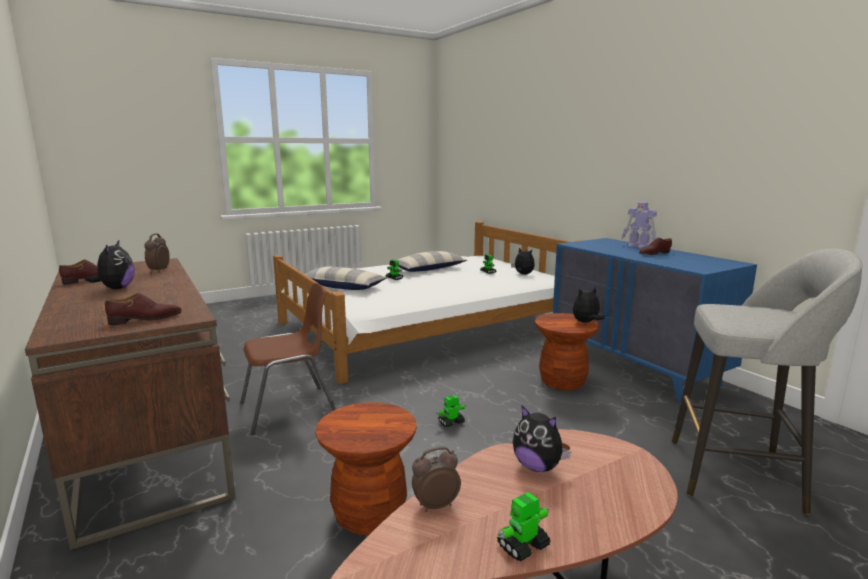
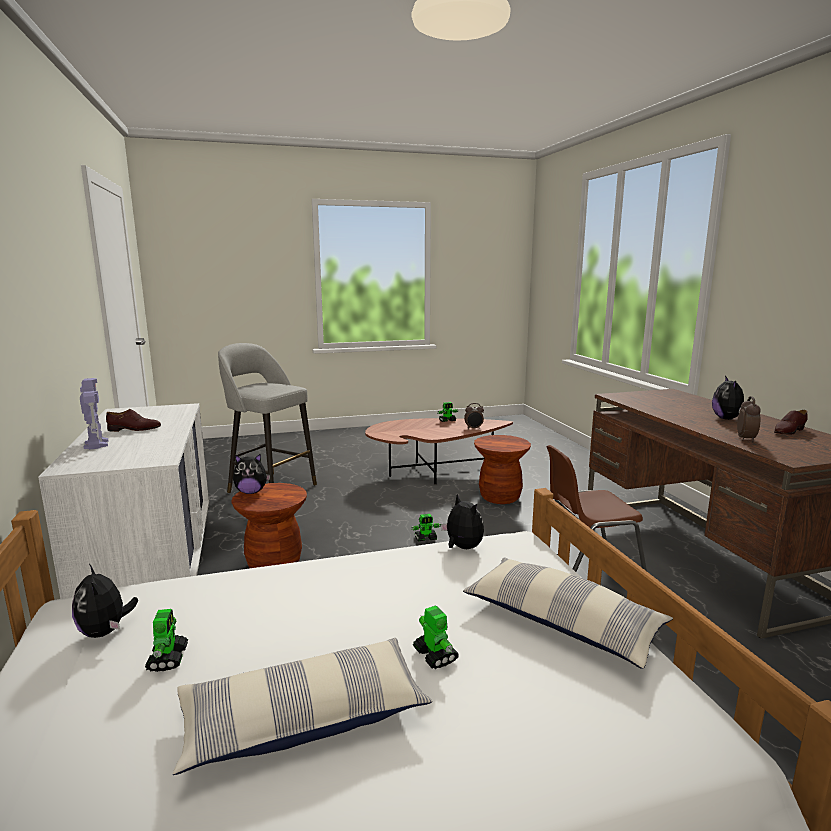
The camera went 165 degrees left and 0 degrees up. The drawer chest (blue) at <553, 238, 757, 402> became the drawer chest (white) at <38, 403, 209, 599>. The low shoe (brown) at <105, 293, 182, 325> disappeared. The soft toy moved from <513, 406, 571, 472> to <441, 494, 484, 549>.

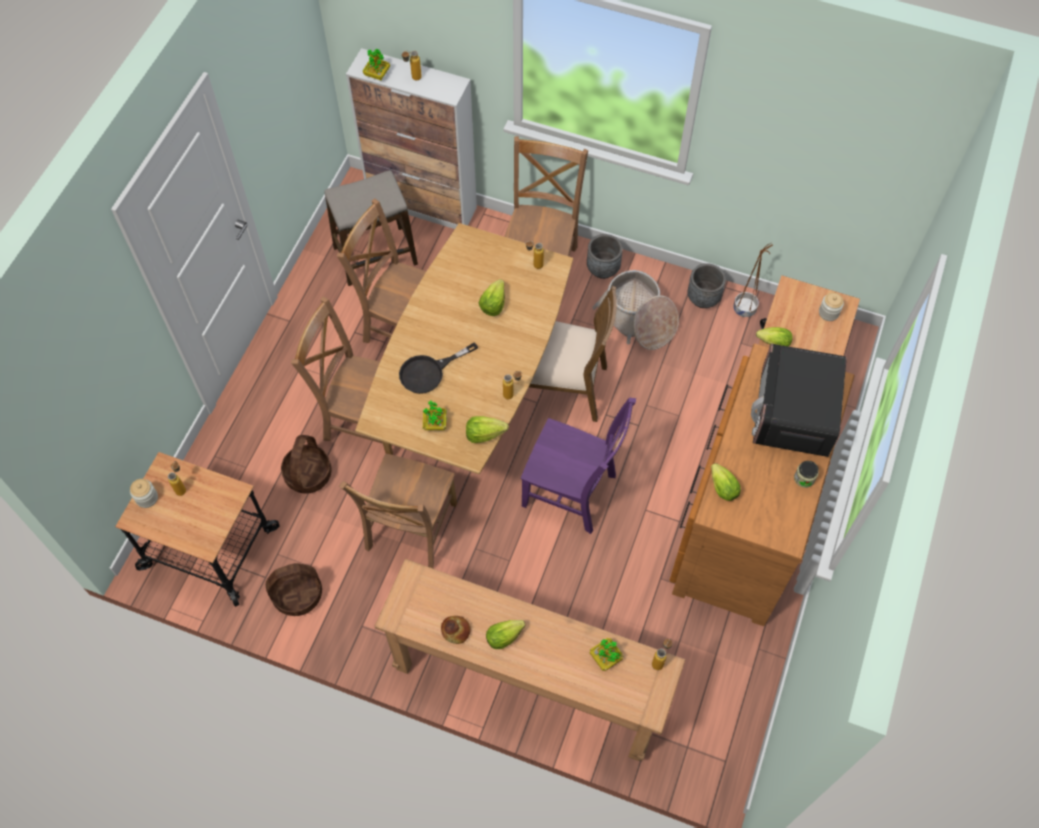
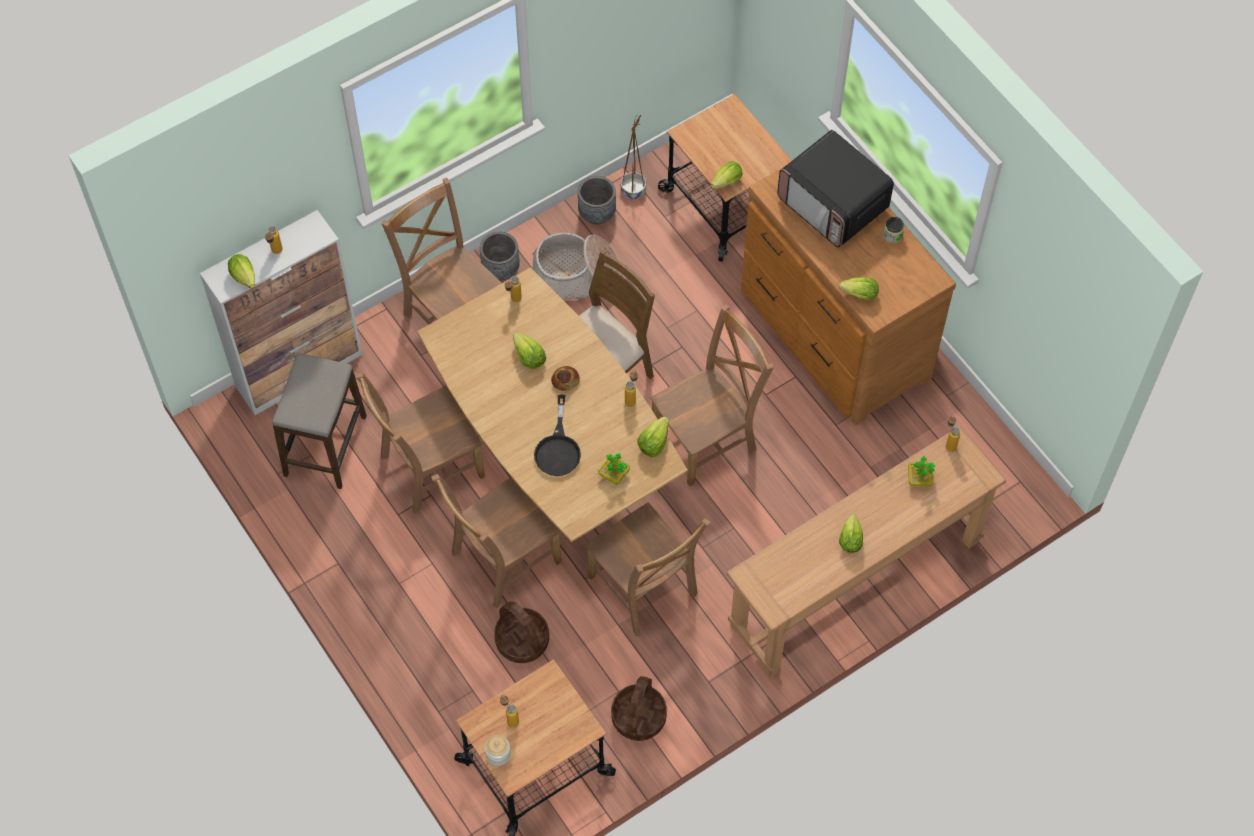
The camera went 55 degrees left and 0 degrees up. The houseplant at <363, 49, 390, 80> was replaced by the head of lettuce at <228, 254, 255, 288>. The storage jar at <819, 293, 844, 321> disappeared. The upright chair (purplish) at <521, 398, 636, 534> became the upright chair (brown) at <650, 304, 774, 487>. The bakery bread moved from <441, 616, 470, 644> to <551, 366, 580, 391>.

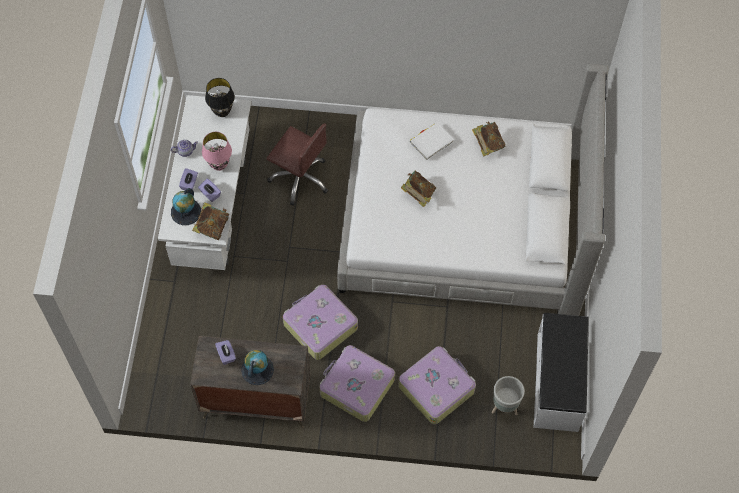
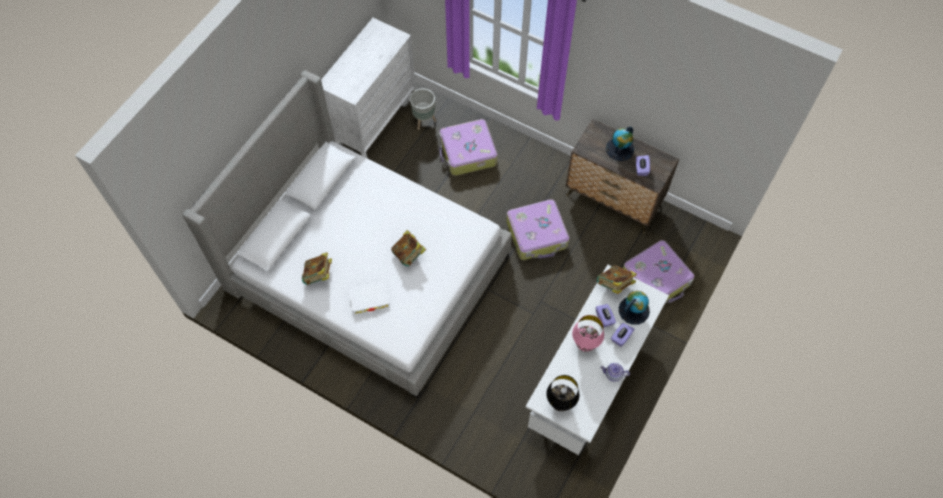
The camera went 155 degrees left and 0 degrees up. The desk chair (brown) at <266, 123, 328, 206> disappeared. The bench (white) at <533, 313, 589, 432> was replaced by the drawer chest (white) at <321, 18, 415, 158>. The suitcase moved from <320, 345, 395, 422> to <623, 240, 694, 303>.

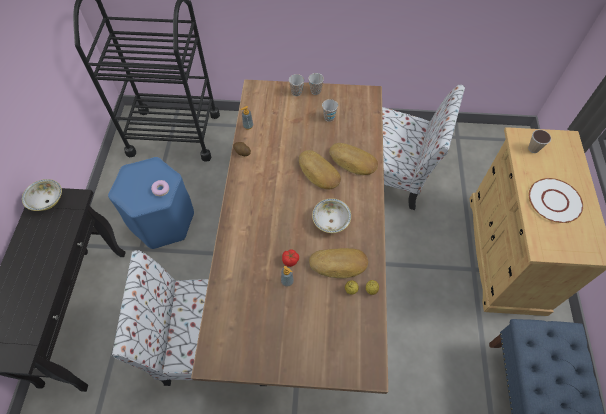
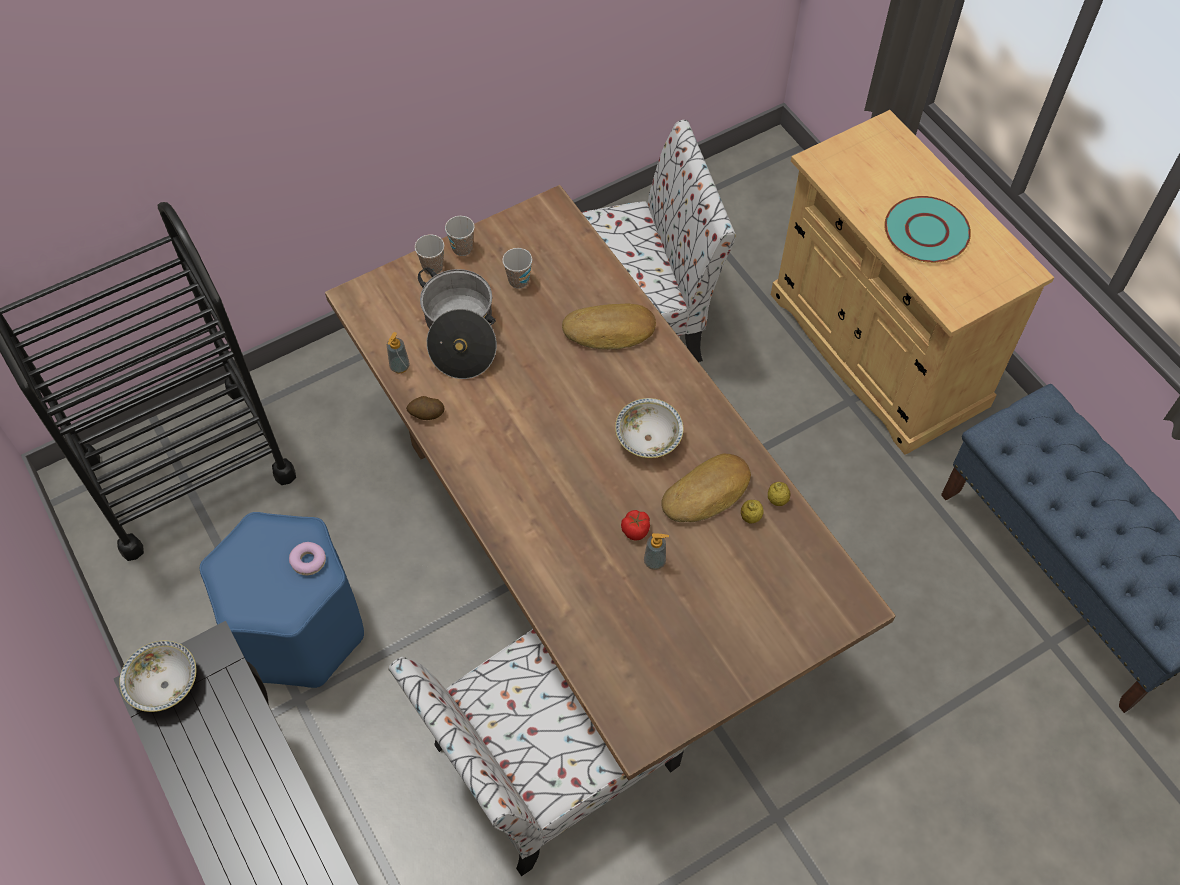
The camera went 35 degrees left and 0 degrees up. The small cup at <528, 130, 551, 153> disappeared. The bakery bread at <299, 150, 341, 190> disappeared. The flat dish (white) at <529, 178, 583, 223> became the flat dish (turquoise-coloured) at <884, 196, 971, 263>. The cooking pot at <418, 267, 497, 379> appeared.

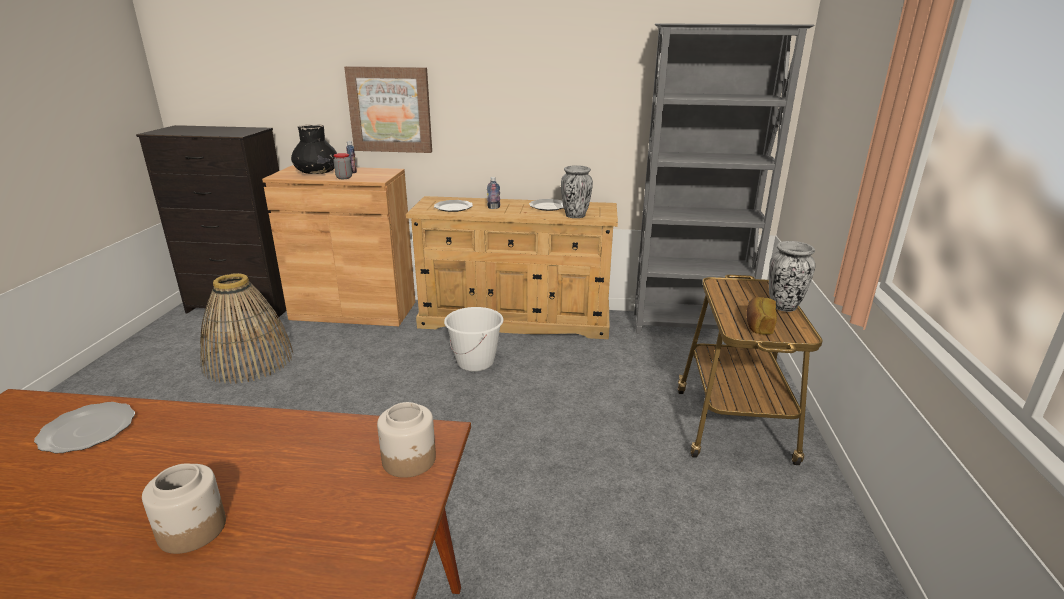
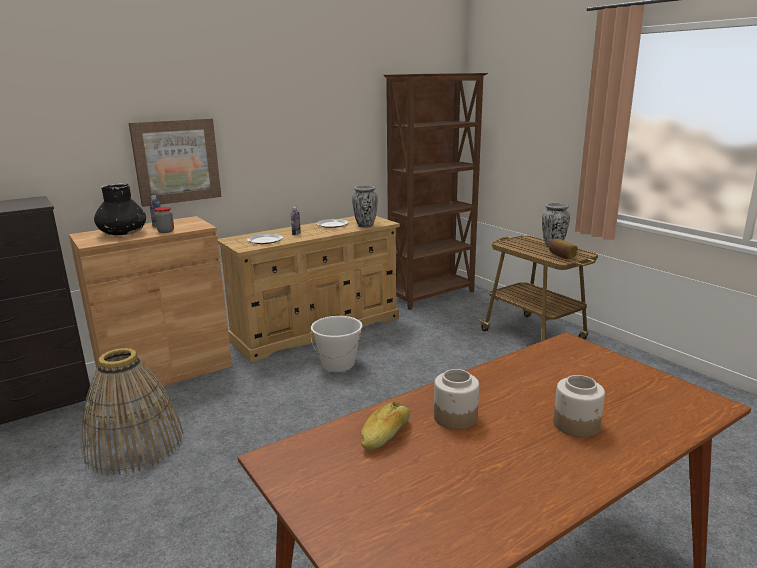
The camera went 40 degrees left and 5 degrees down. The shelving unit (greyish) at <634, 23, 814, 334> became the shelving unit (brown) at <384, 73, 488, 310>. The flat dish at <34, 402, 135, 453> was replaced by the bakery bread at <361, 402, 410, 450>. The storage jar moved from <377, 402, 436, 478> to <434, 369, 479, 430>.

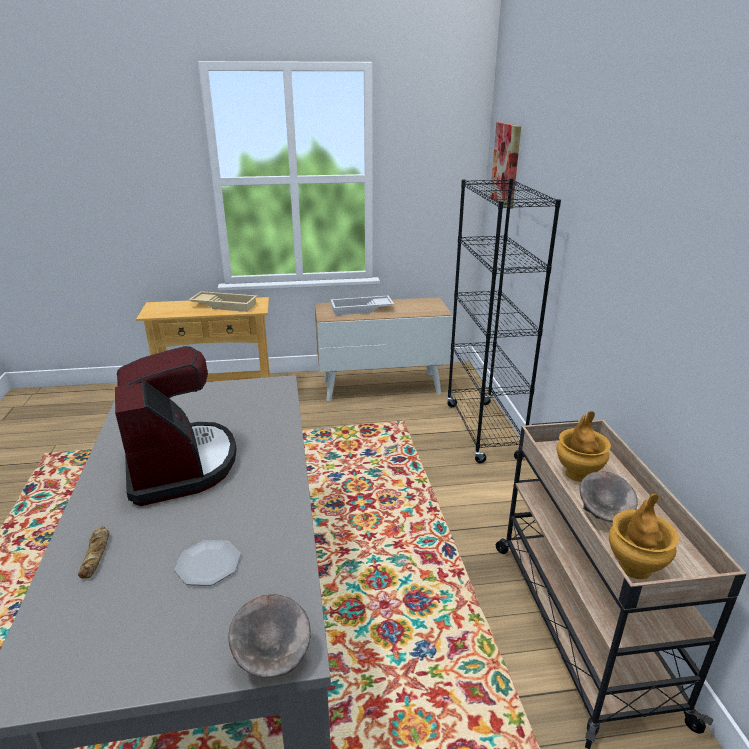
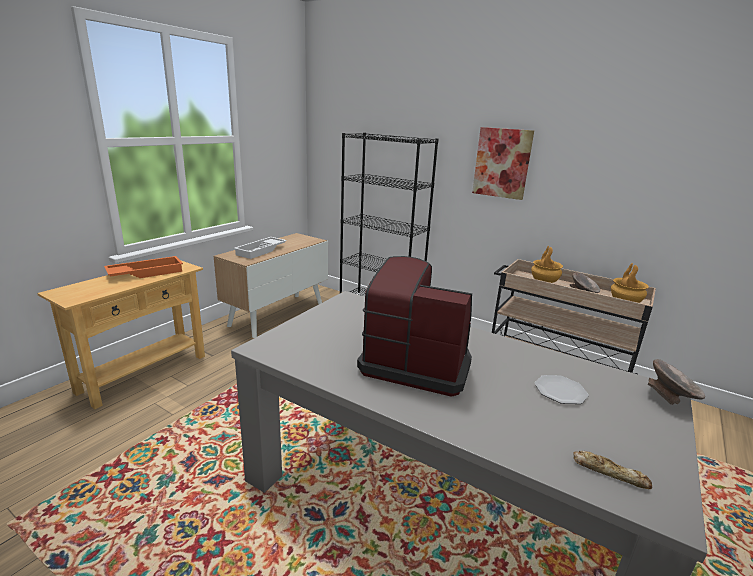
The camera went 50 degrees left and 5 degrees down. The wall art moved from <490, 122, 521, 209> to <472, 127, 534, 200>. The carrying tray (sand-coloured) at <189, 291, 257, 312> became the carrying tray (orange) at <104, 256, 183, 278>. The bakery bread moved from <78, 526, 109, 578> to <573, 451, 652, 489>.

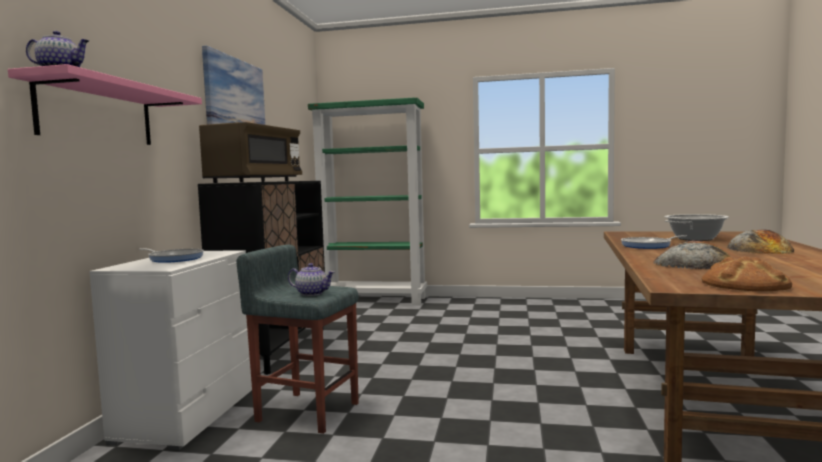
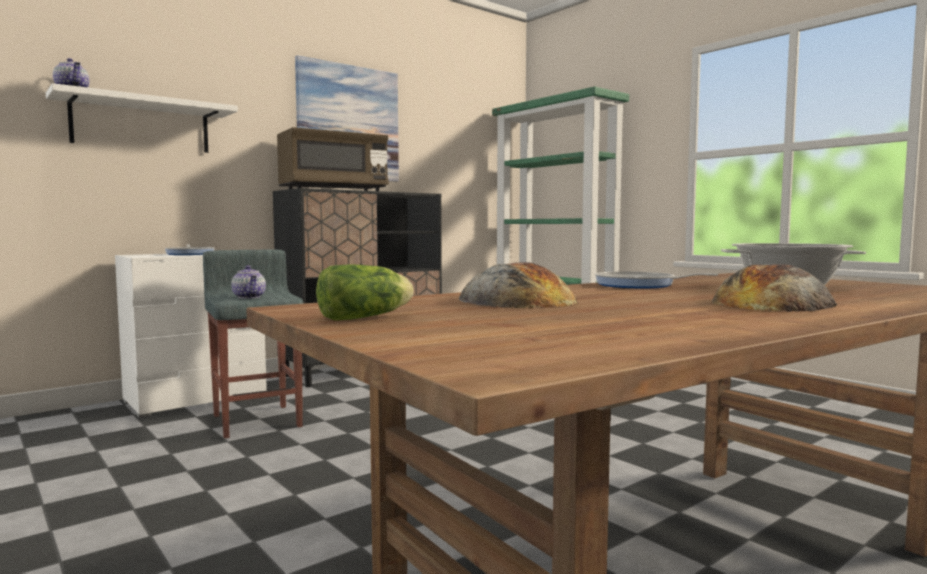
The camera went 40 degrees right and 0 degrees up. The wall shelf (pink) at <8, 64, 202, 145> became the wall shelf (white) at <46, 83, 238, 153>. The bakery bread at <702, 256, 792, 291> was replaced by the head of lettuce at <316, 264, 413, 321>.

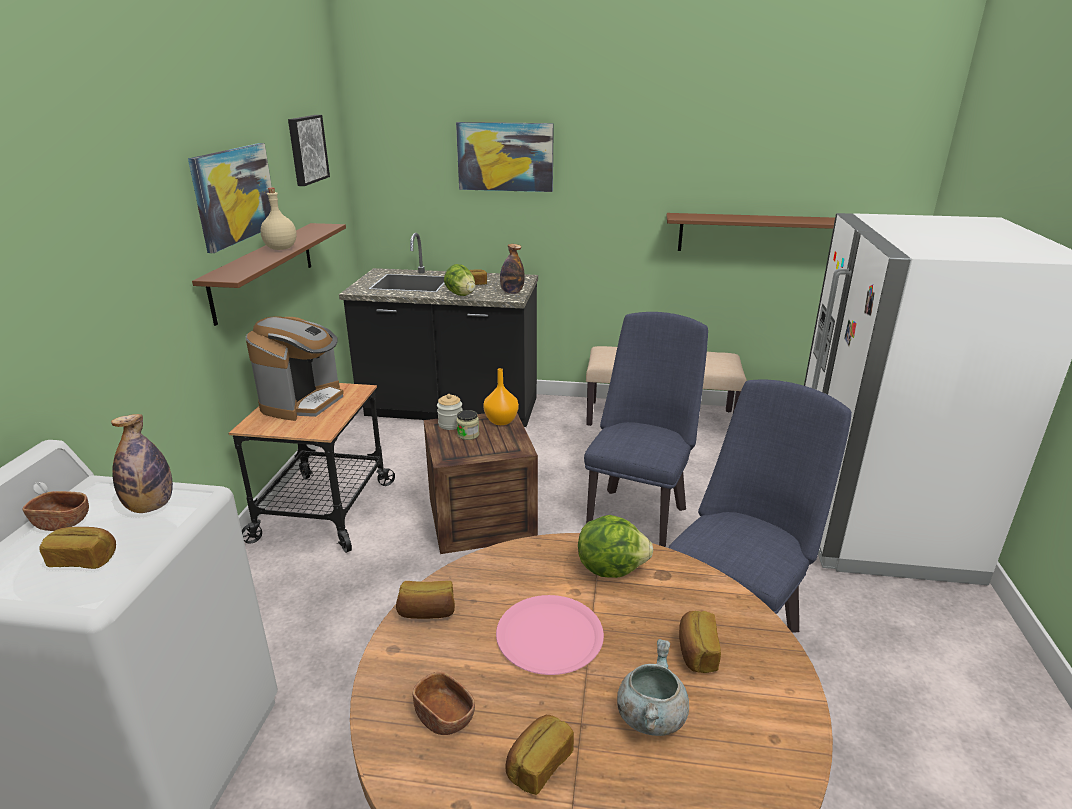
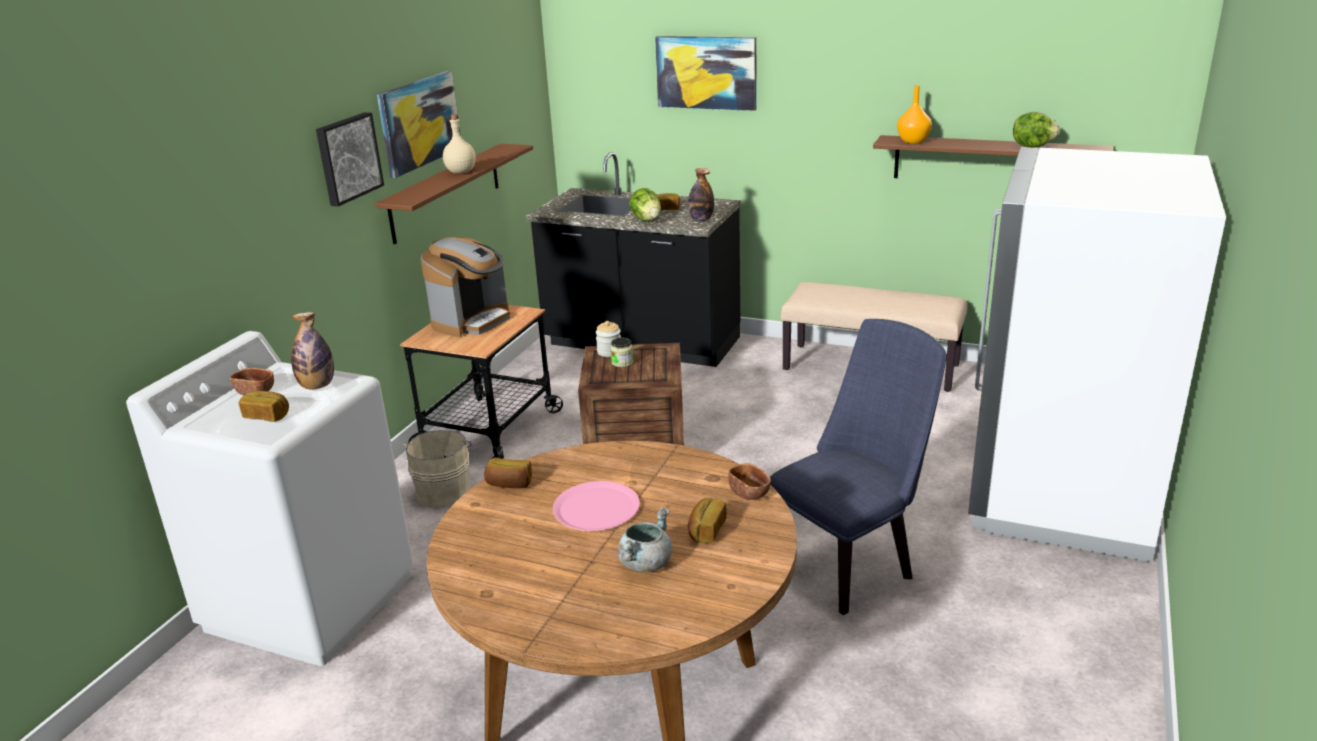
The camera went 15 degrees right and 0 degrees up. The wall art moved from <288, 115, 330, 186> to <316, 112, 384, 207>. The upright chair (blue) at <584, 312, 708, 547> disappeared. The vase (orange) moved from <483, 368, 519, 425> to <897, 85, 932, 144>. The head of lettuce moved from <578, 515, 653, 578> to <1013, 112, 1060, 147>. The bowl (brown) moved from <413, 672, 475, 735> to <728, 463, 771, 500>. The bakery bread at <505, 715, 574, 795> disappeared. The pail (sand-coloured) at <404, 430, 472, 508> appeared.

